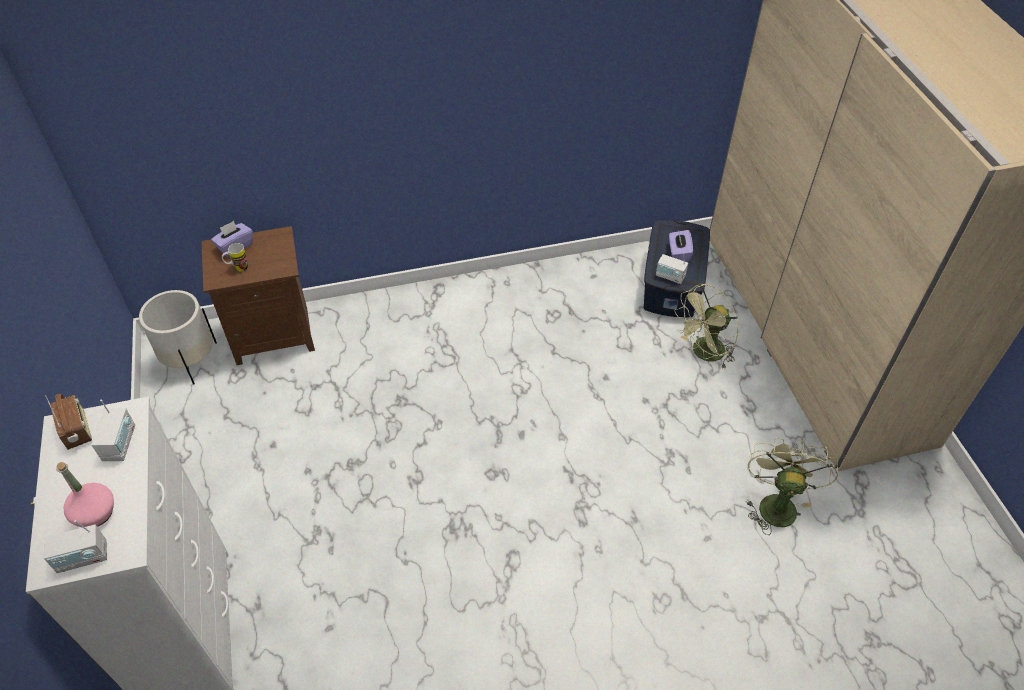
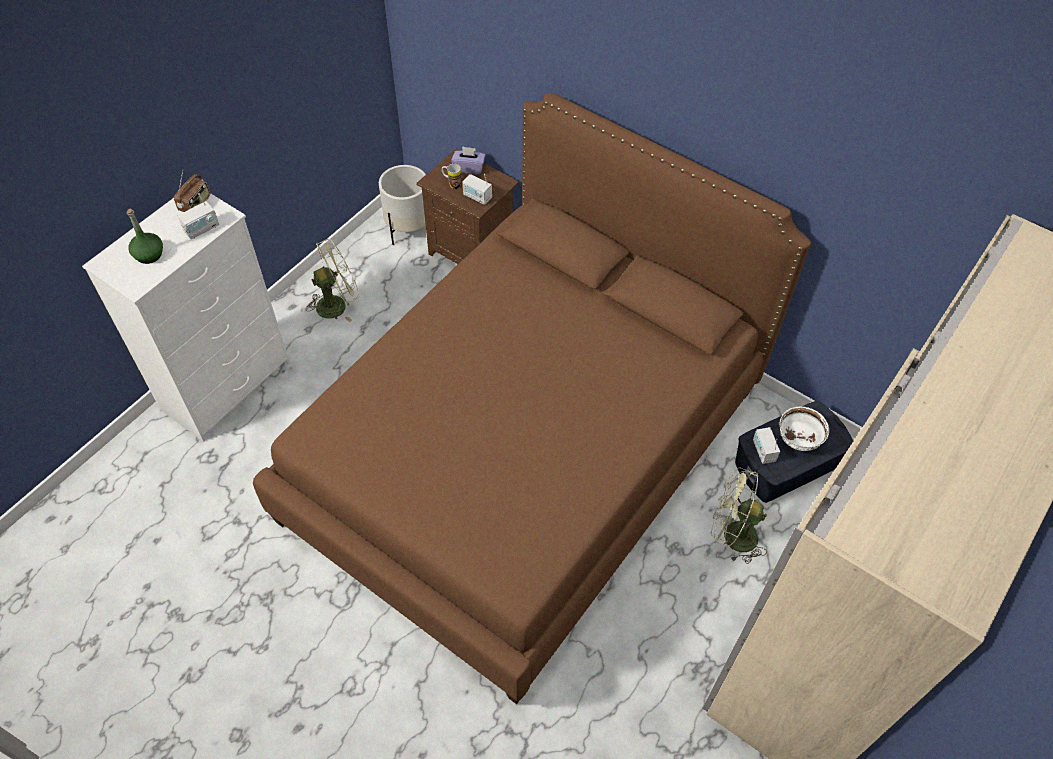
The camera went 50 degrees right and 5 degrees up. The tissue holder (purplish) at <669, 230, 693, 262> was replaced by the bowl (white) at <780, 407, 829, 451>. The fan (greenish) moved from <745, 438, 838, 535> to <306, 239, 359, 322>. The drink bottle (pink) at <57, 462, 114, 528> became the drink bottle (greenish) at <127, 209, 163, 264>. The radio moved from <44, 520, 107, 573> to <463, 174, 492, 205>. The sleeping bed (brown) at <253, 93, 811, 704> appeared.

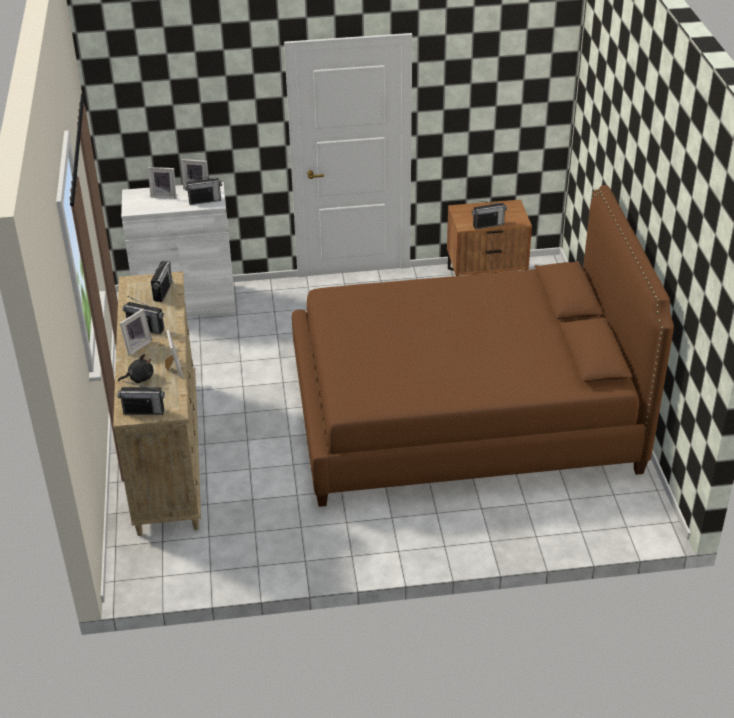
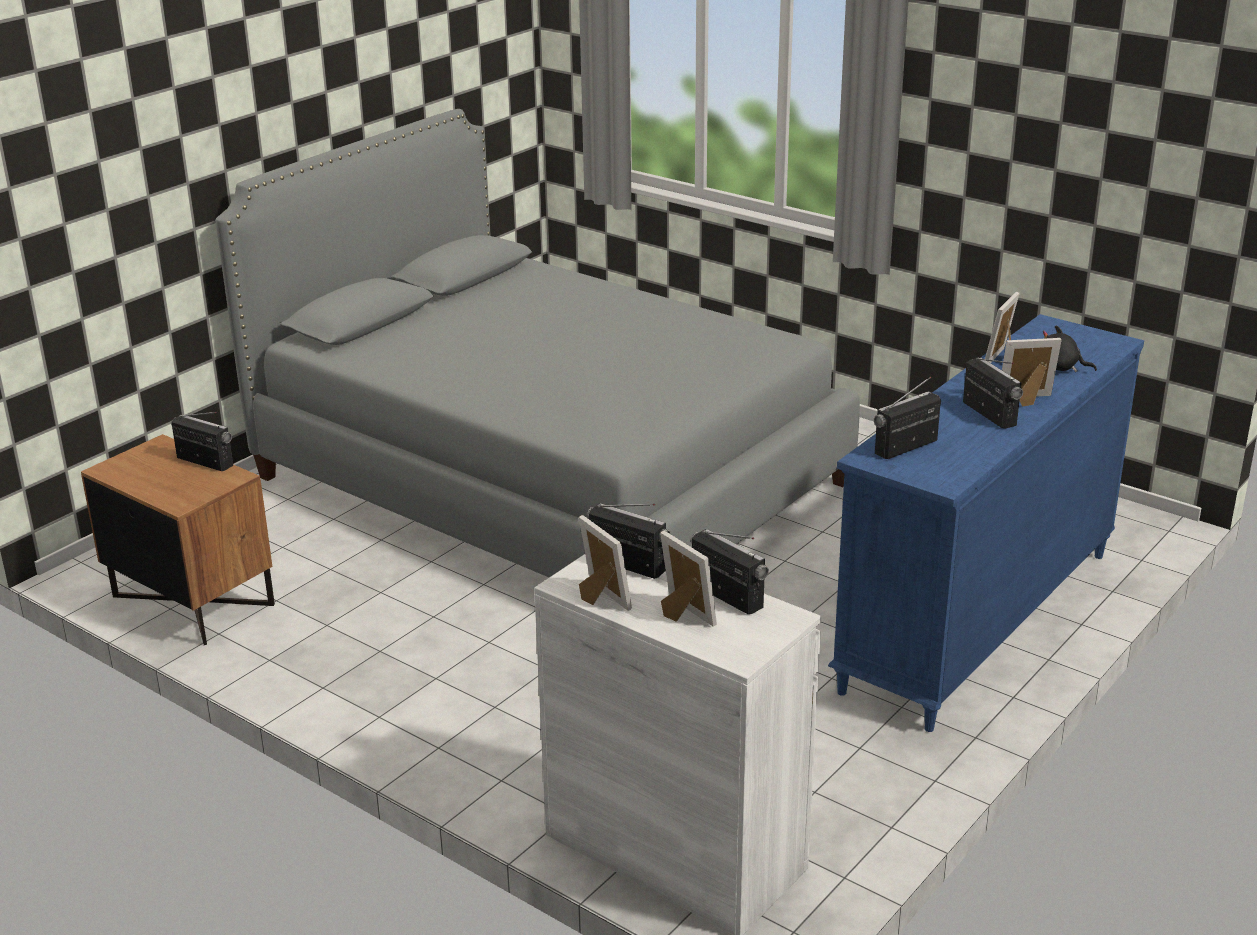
The camera went 135 degrees left and 10 degrees down. The sleeping bed (brown) at <292, 185, 674, 507> became the sleeping bed (greyish) at <215, 109, 860, 577>. The drawer chest (sand-coloured) at <113, 271, 201, 536> became the drawer chest (blue) at <828, 314, 1144, 732>. The radio moved from <118, 381, 165, 415> to <691, 529, 769, 614>.

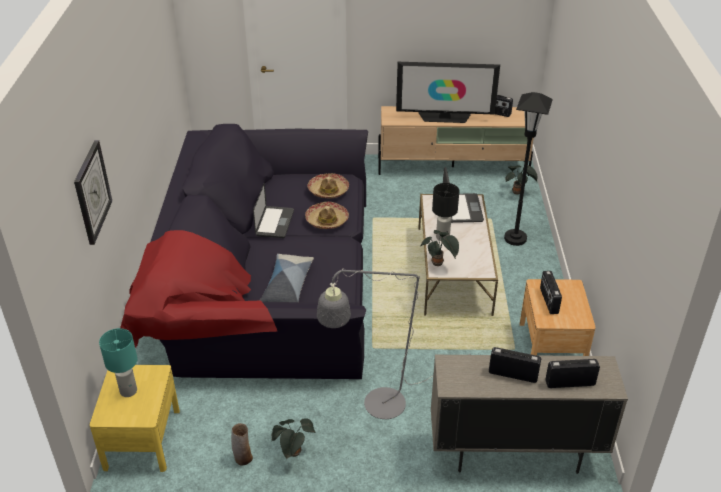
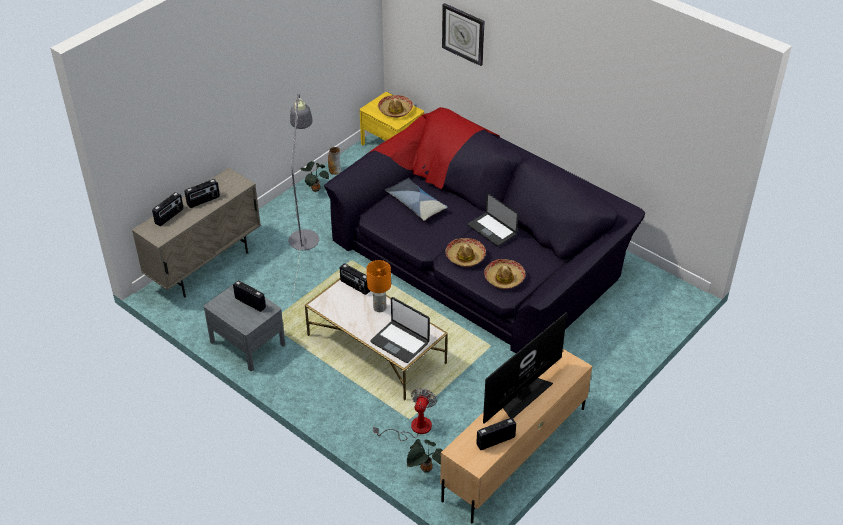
The camera went 130 degrees right and 5 degrees up. The standard lamp (blackish) at <504, 92, 553, 246> disappeared. The table lamp (blackish) at <432, 183, 459, 241> became the table lamp (orange) at <366, 260, 391, 312>. The houseplant at <421, 230, 459, 266> was replaced by the radio at <340, 263, 370, 295>. The bedside table (brown) at <520, 279, 596, 356> became the bedside table (greyish) at <204, 285, 285, 371>. The table lamp (turquoise-coloured) at <99, 328, 138, 397> was replaced by the wearable hat at <378, 95, 413, 118>. The fan at <373, 388, 437, 441> appeared.

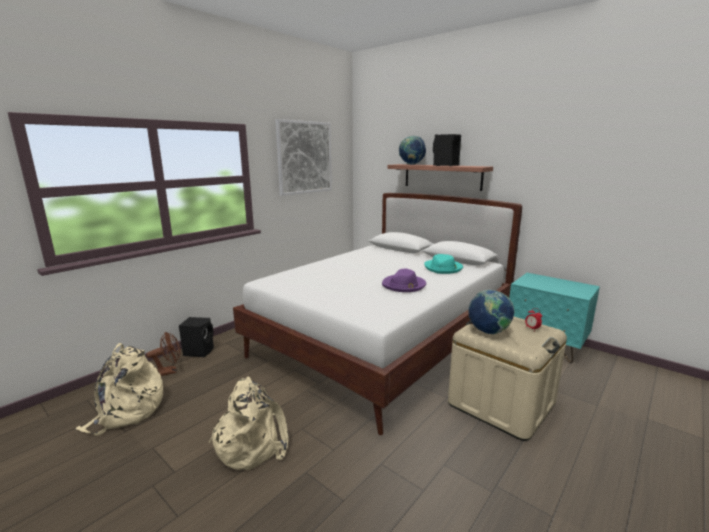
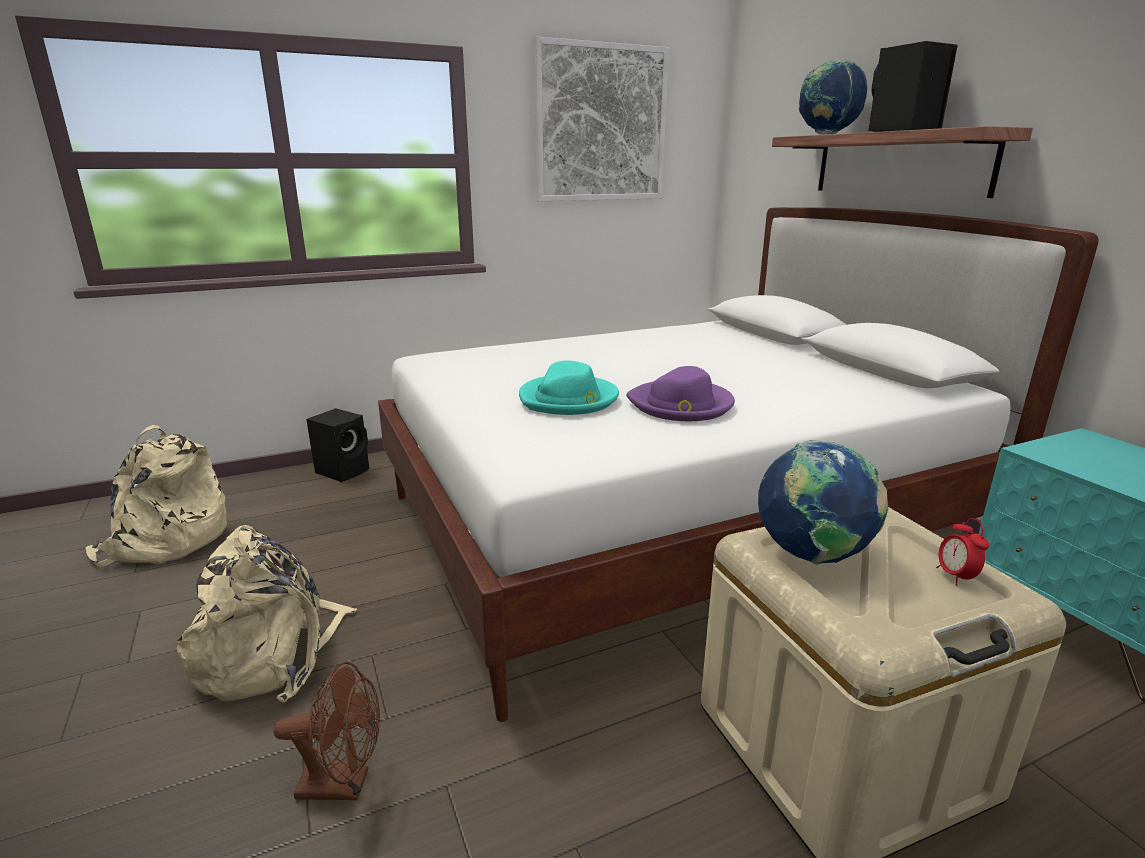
The camera went 25 degrees right and 5 degrees up. The wearable hat (turquoise-coloured) moved from <424, 254, 463, 274> to <519, 360, 619, 415>. The fan (brown) moved from <146, 332, 180, 376> to <274, 662, 380, 800>.

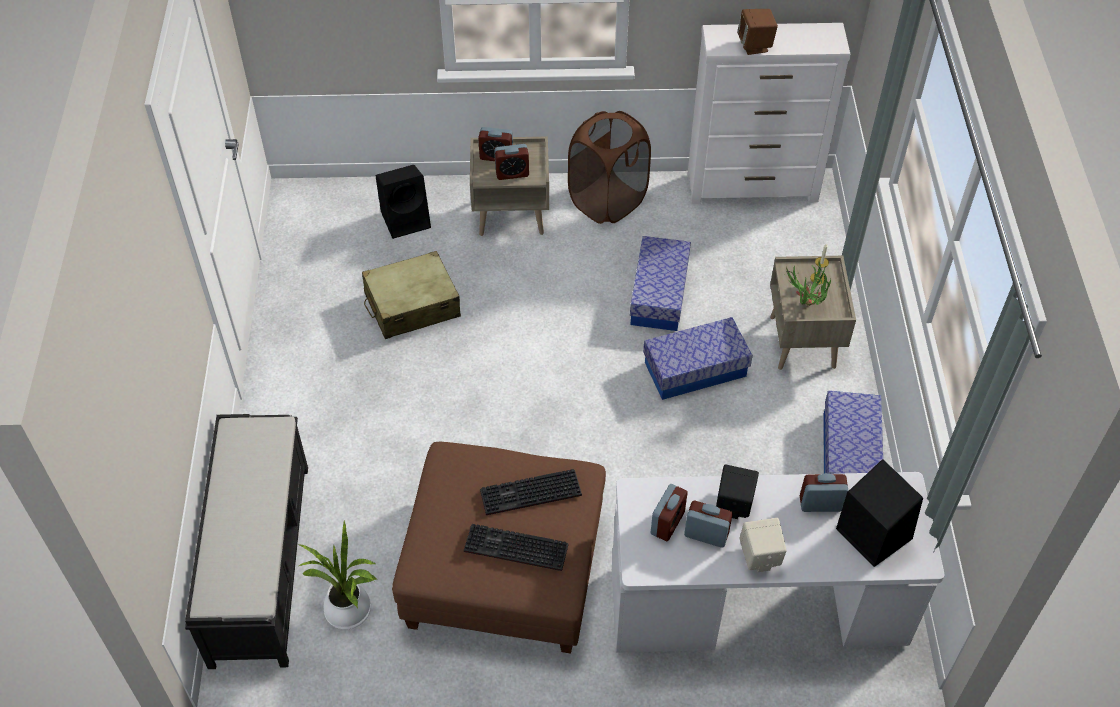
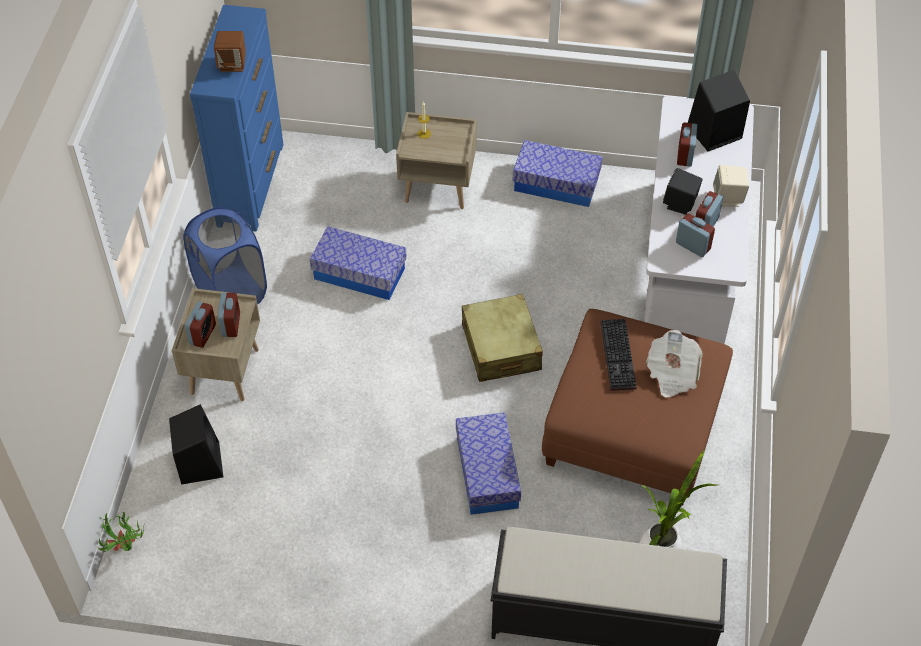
The camera went 80 degrees left and 0 degrees up. The drawer chest (white) at <688, 23, 851, 205> became the drawer chest (blue) at <190, 5, 283, 232>. The laundry basket (brown) at <568, 111, 651, 224> became the laundry basket (blue) at <183, 207, 267, 305>. The suitcase (sand-coloured) moved from <362, 251, 461, 339> to <462, 294, 543, 382>. The houseplant moved from <785, 261, 831, 306> to <97, 512, 145, 552>. The storage container moved from <643, 317, 753, 400> to <456, 412, 521, 515>. The PC keyboard at <464, 524, 568, 571> was replaced by the newspaper at <646, 330, 703, 398>.

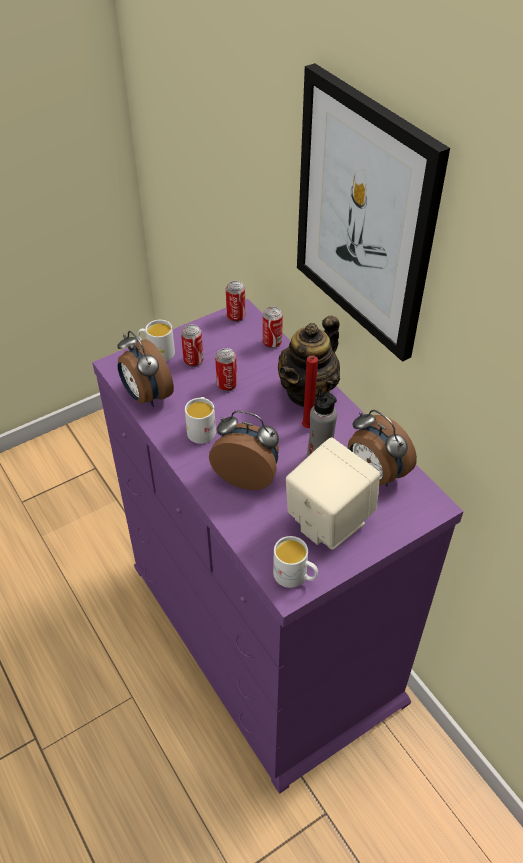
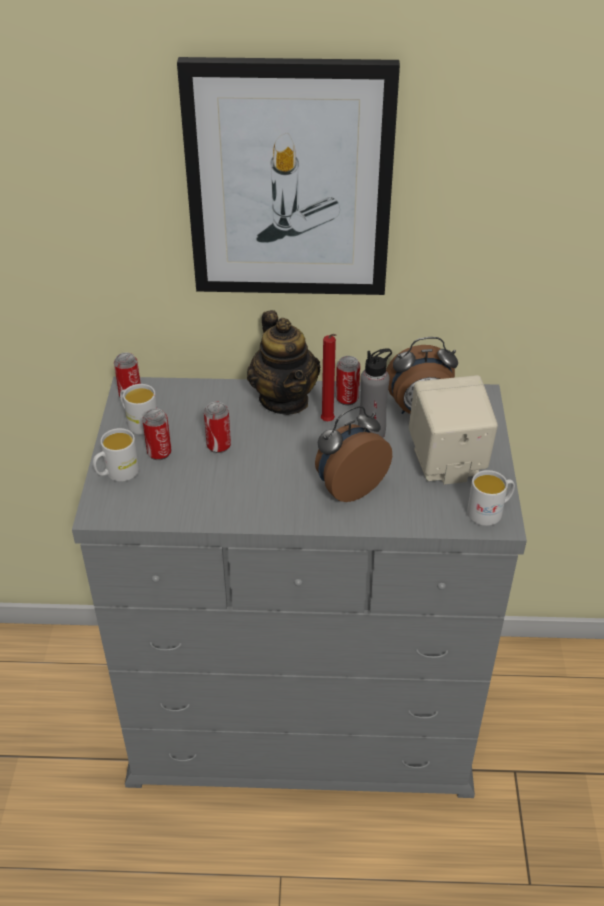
The camera went 55 degrees left and 5 degrees down. The drawer chest (purplish) at <92, 299, 464, 794> became the drawer chest (greyish) at <72, 377, 527, 798>. The can moved from <263, 306, 283, 348> to <336, 356, 360, 405>. The alarm clock at <117, 331, 174, 407> disappeared. The coffee mug (white) moved from <185, 397, 216, 444> to <120, 384, 157, 435>.

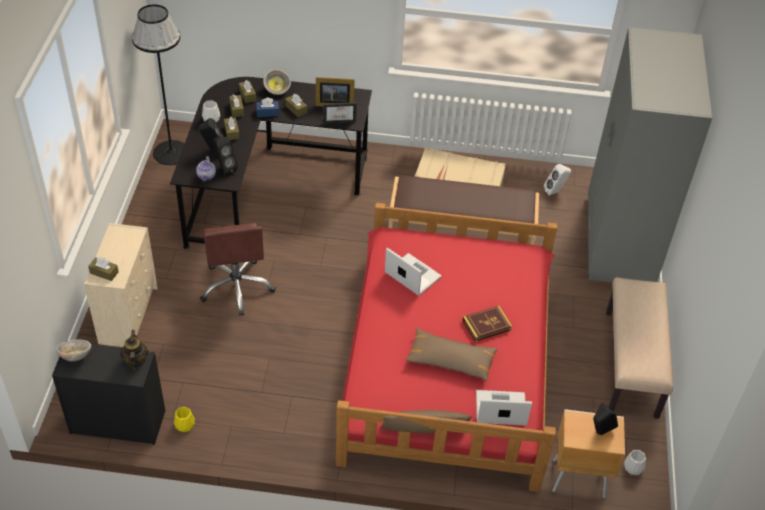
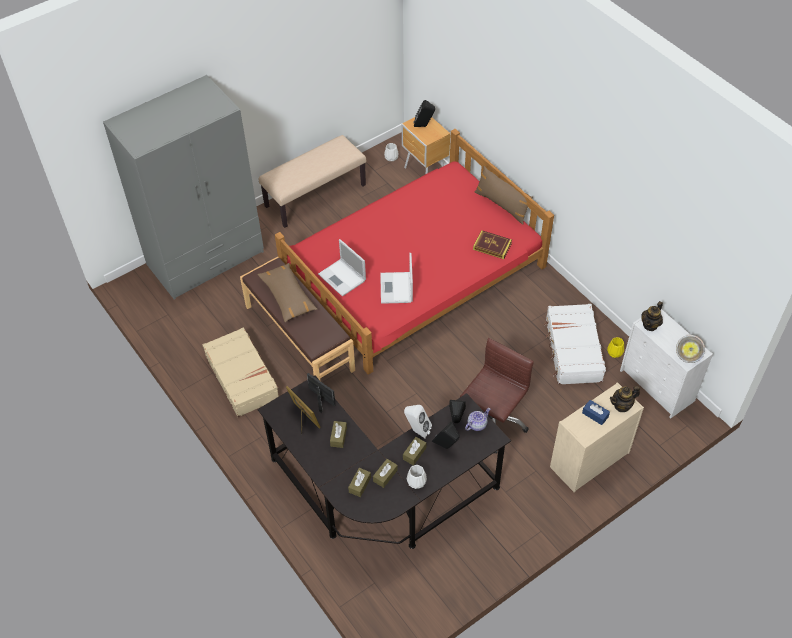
The camera went 130 degrees left and 5 degrees up. The standard lamp (blackish) at <132, 4, 185, 166> disappeared. The bowl at <263, 69, 291, 95> disappeared. The tissue holder (blue) moved from <256, 98, 279, 117> to <582, 400, 610, 425>. The speaker (white) moved from <544, 164, 571, 196> to <404, 405, 432, 438>. The tissue holder (brown) at <88, 257, 119, 281> was replaced by the tea pot at <610, 386, 640, 412>. The bound book moved from <463, 306, 512, 342> to <473, 230, 512, 259>. The pillow (brown) moved from <405, 328, 498, 381> to <257, 263, 317, 323>. The drawer chest (blackish) at <52, 344, 165, 445> became the drawer chest (white) at <620, 309, 713, 419>. The notebook computer moved from <476, 390, 532, 426> to <318, 239, 366, 297>. The suitcase (white) at <544, 304, 606, 385> appeared.

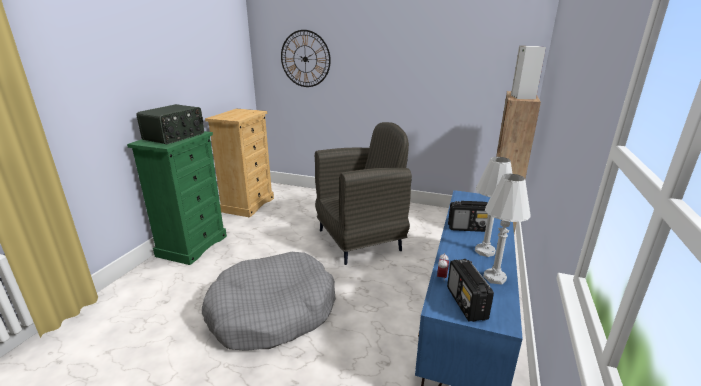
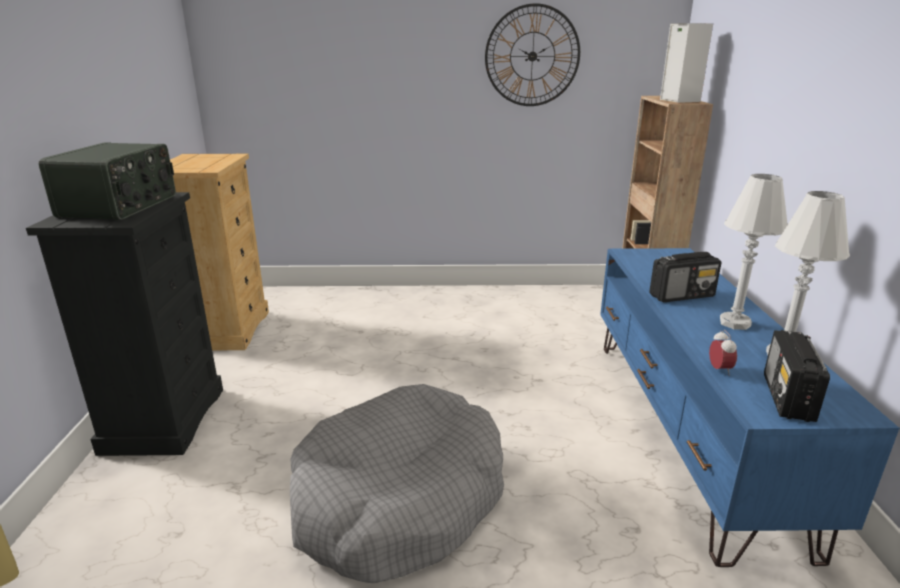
The camera went 20 degrees left and 0 degrees up. The hanging clock moved from <281, 30, 331, 87> to <485, 3, 580, 106>. The easy chair (greyish) at <315, 122, 412, 265> disappeared. The drawer chest (greenish) at <127, 131, 227, 265> became the drawer chest (blackish) at <26, 192, 223, 456>. The radio at <447, 259, 494, 322> turned 45 degrees clockwise.

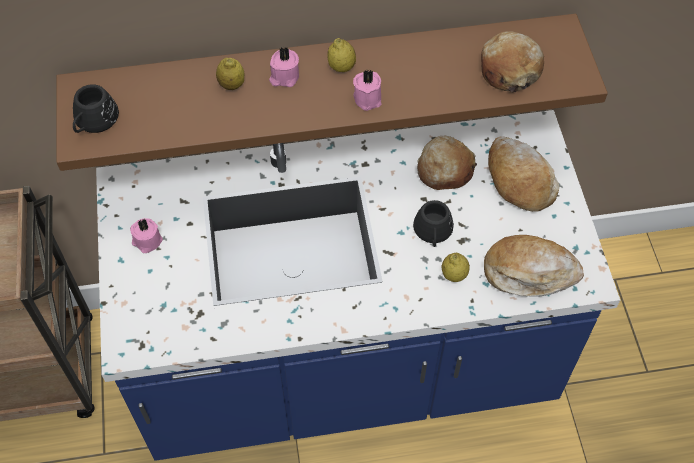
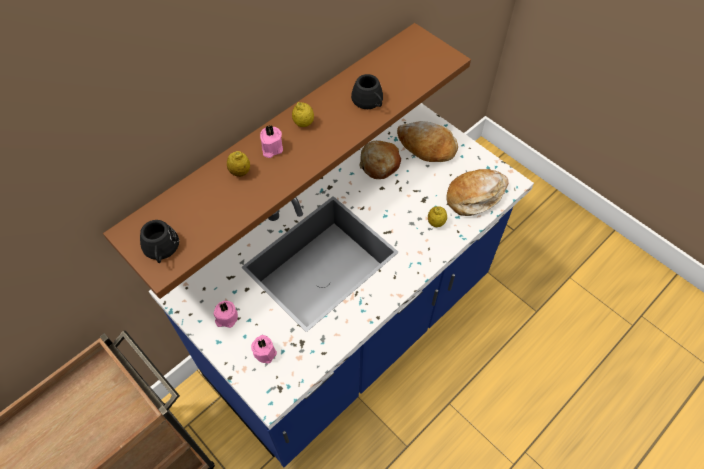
The camera went 35 degrees left and 0 degrees up. The bakery bread at <481, 31, 544, 92> disappeared. The wax light (pink) moved from <353, 70, 382, 111> to <251, 335, 277, 363>. The coffee mug (blackish) moved from <413, 200, 454, 247> to <351, 74, 383, 109>.

